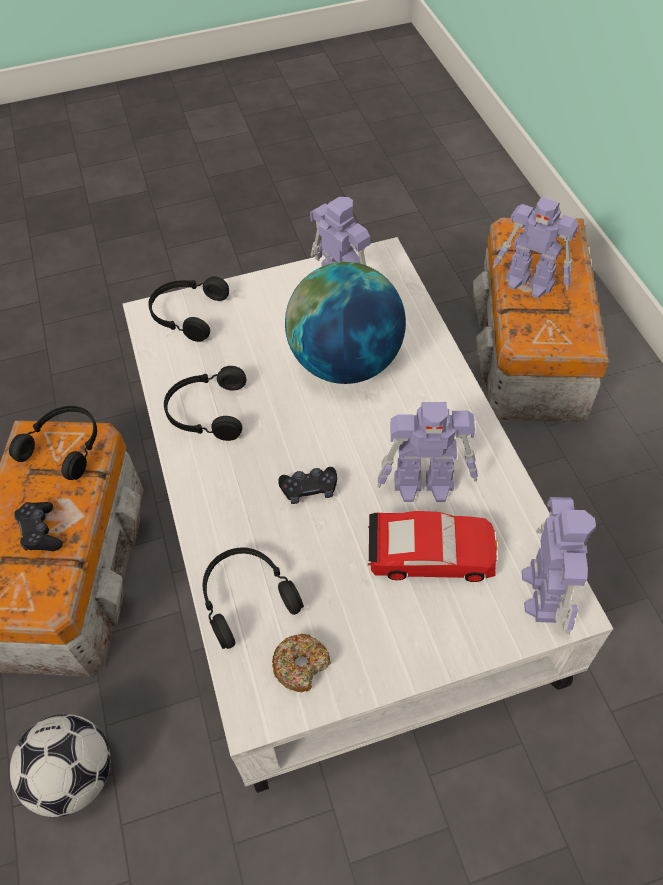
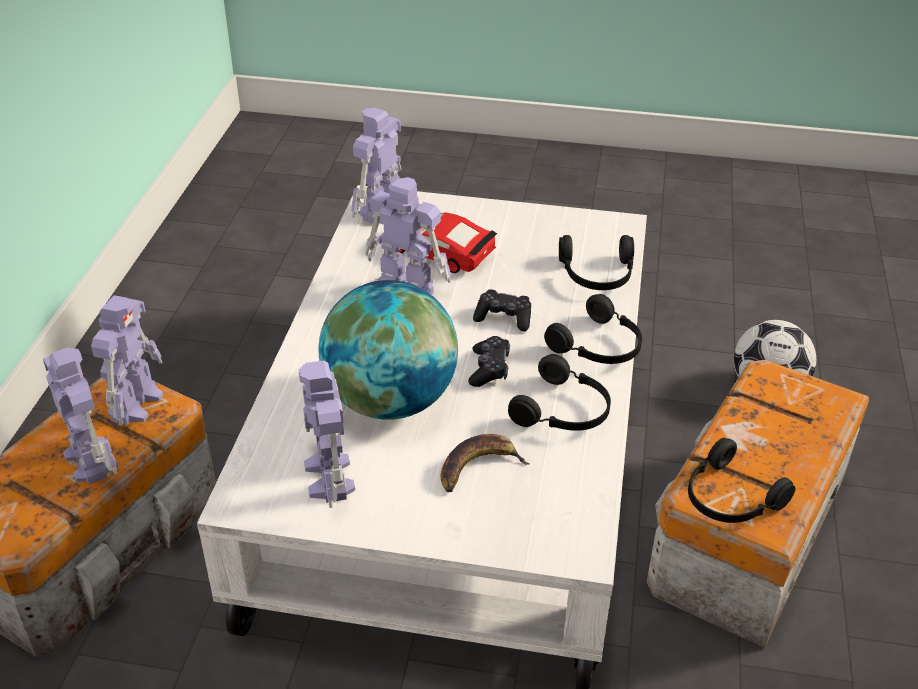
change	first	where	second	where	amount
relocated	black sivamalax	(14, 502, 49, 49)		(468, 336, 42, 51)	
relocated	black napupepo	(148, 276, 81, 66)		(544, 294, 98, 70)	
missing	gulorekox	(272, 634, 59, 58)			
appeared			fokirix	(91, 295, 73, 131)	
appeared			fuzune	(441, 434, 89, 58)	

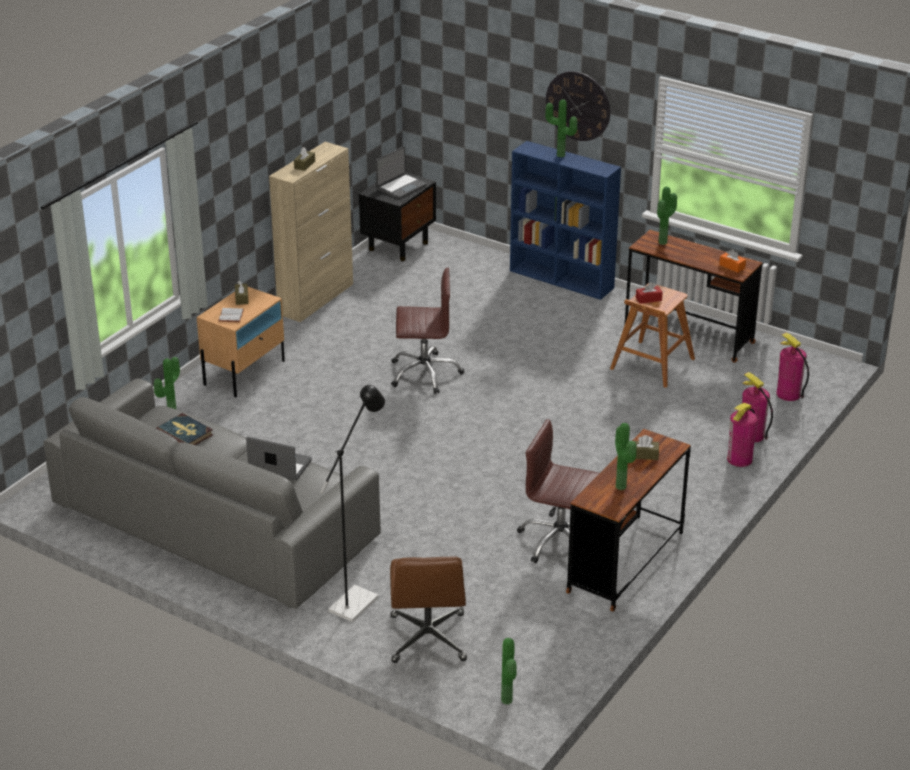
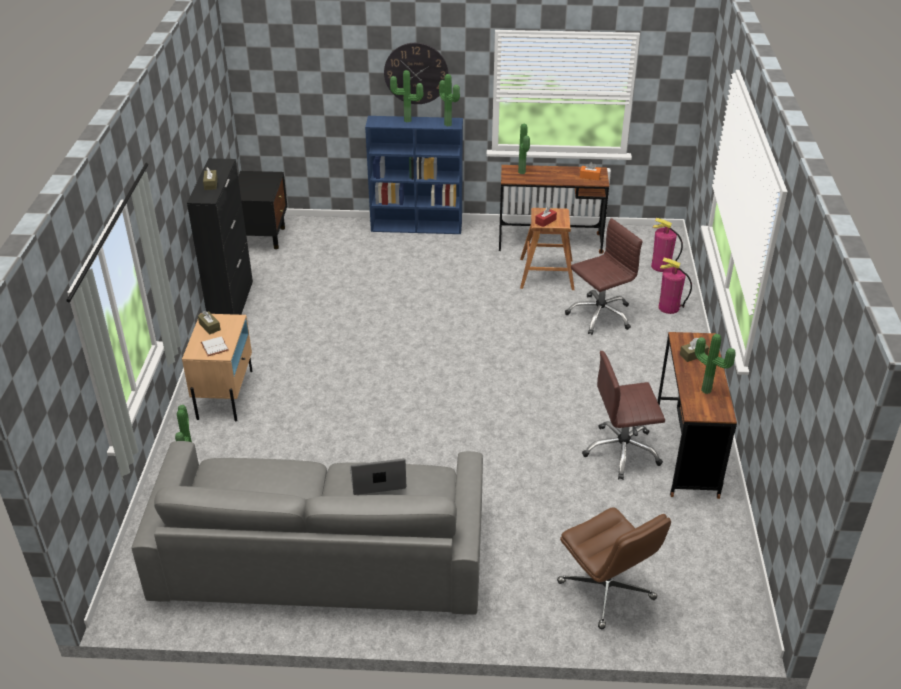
change	first	where	second	where	amount
missing	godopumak	(156, 413, 57, 32)			
colour	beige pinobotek	(269, 142, 84, 180)	black pinobotek	(187, 158, 66, 157)	
missing	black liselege	(320, 385, 65, 237)			
missing	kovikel	(376, 146, 51, 53)			
relocated	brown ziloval	(391, 268, 73, 126)		(565, 218, 78, 117)	
relocated	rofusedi	(501, 638, 16, 67)		(439, 74, 21, 52)	
missing	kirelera	(727, 403, 31, 64)			

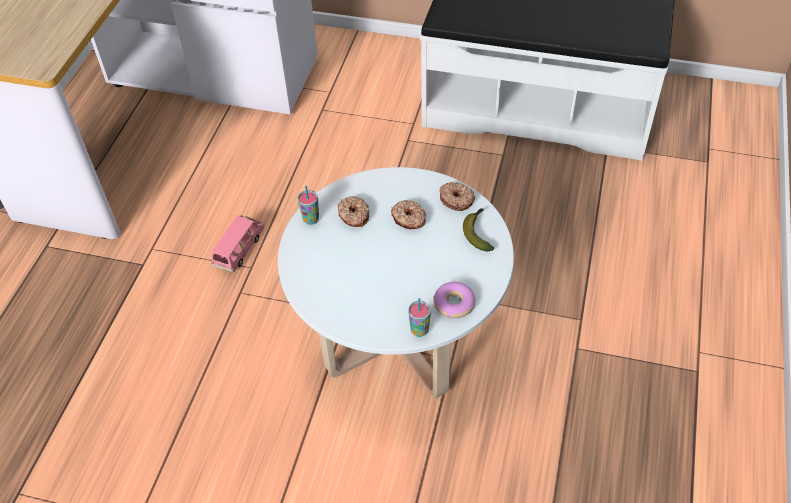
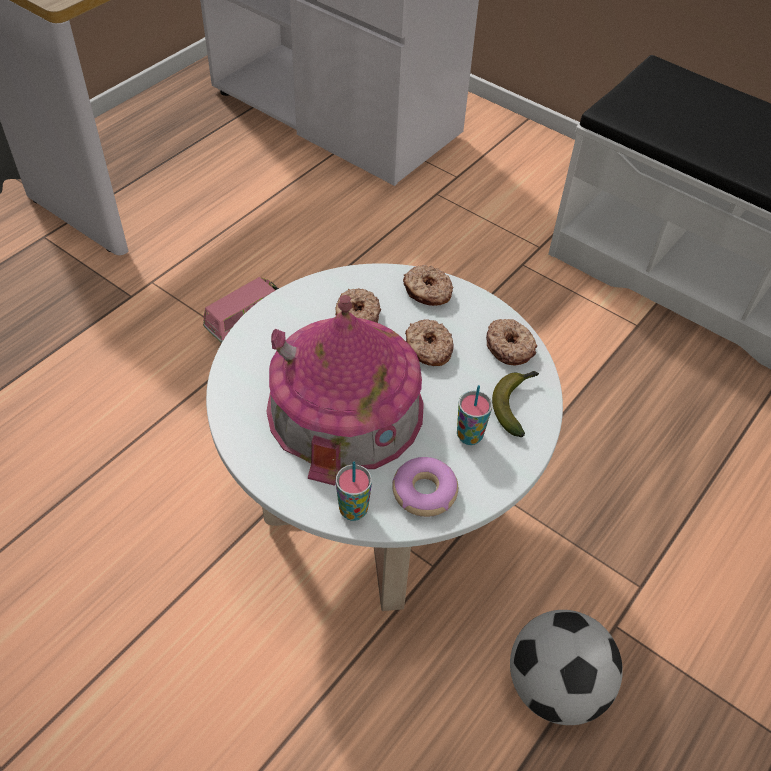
change	first	where	second	where	amount
relocated	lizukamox	(298, 186, 21, 39)		(457, 385, 35, 60)	
appeared			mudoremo	(266, 295, 158, 191)	
appeared			gulorekox	(403, 265, 50, 41)	
appeared			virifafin	(510, 610, 113, 115)	

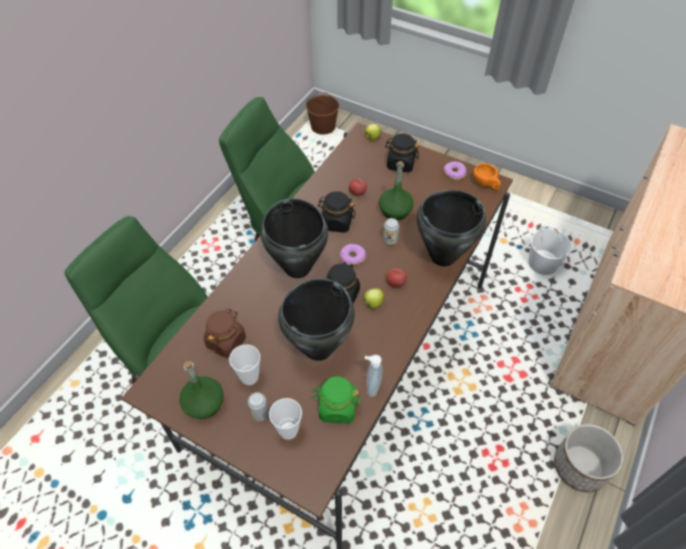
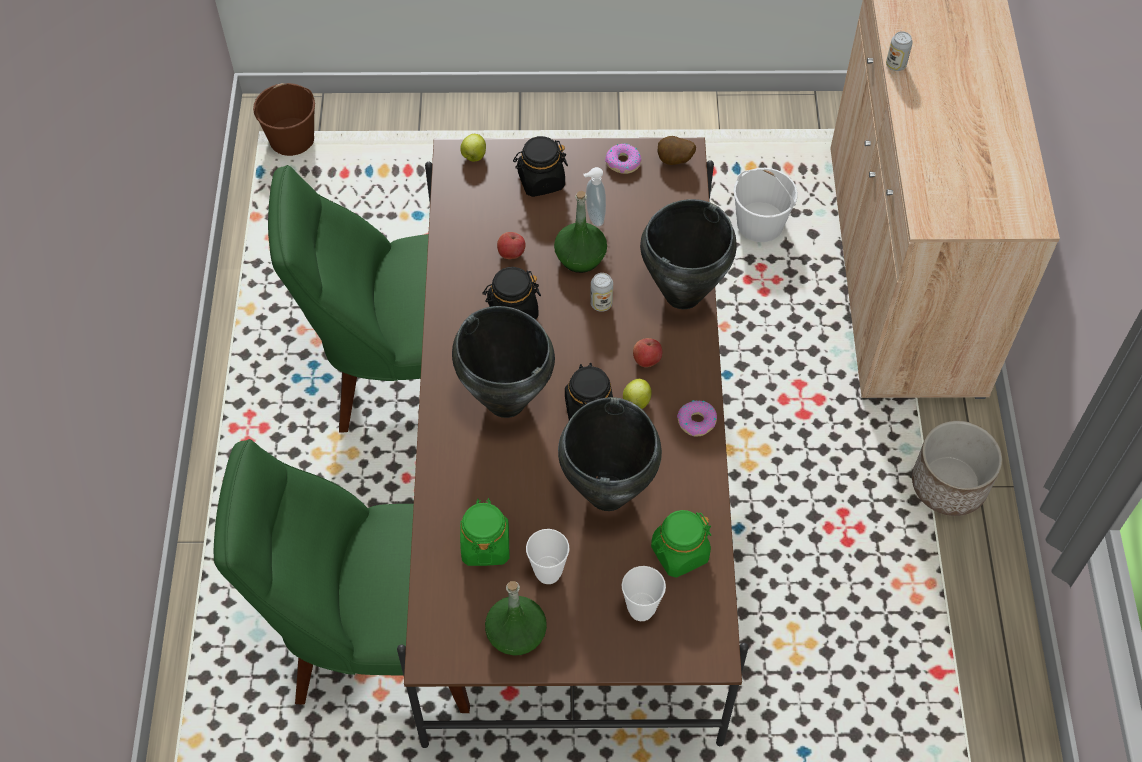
change	first	where	second	where	amount
colour	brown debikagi	(204, 309, 42, 49)	green debikagi	(460, 498, 50, 68)	
relocated	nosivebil	(248, 392, 21, 29)		(886, 31, 27, 40)	
relocated	gulorekox	(340, 244, 26, 21)		(677, 400, 40, 37)	
relocated	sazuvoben	(365, 355, 18, 42)		(584, 167, 22, 59)	
exchanged	orange lizukamox	(473, 163, 28, 27)	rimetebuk	(657, 136, 39, 29)	

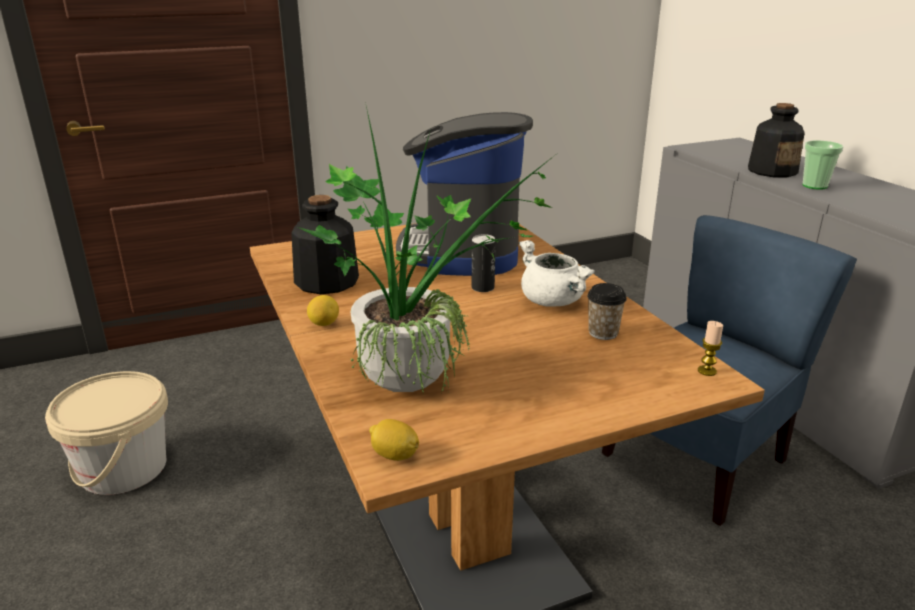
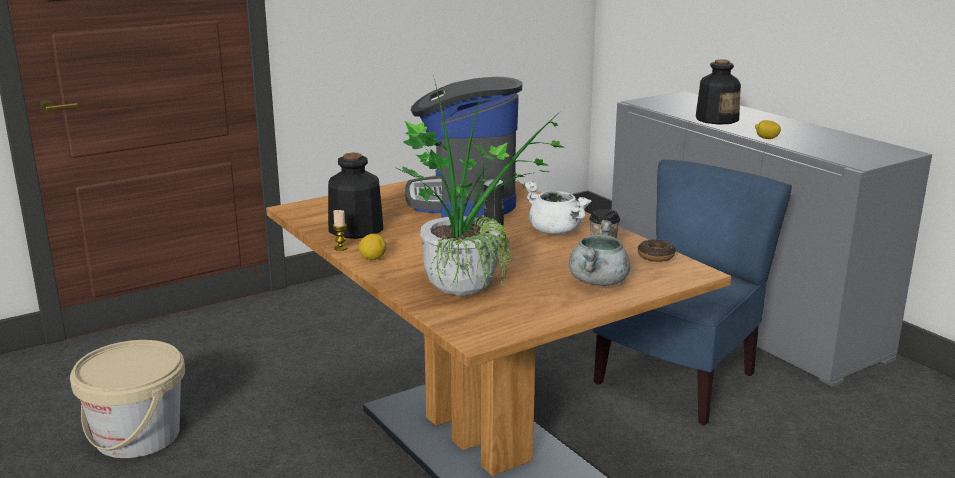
change	first	where	second	where	amount
relocated	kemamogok	(369, 419, 50, 42)		(755, 120, 26, 19)	
relocated	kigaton	(698, 321, 25, 55)		(333, 210, 15, 41)	
missing	lizukamox	(802, 140, 41, 50)			
appeared			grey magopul	(569, 220, 61, 66)	
appeared			gulorekox	(638, 239, 38, 23)	

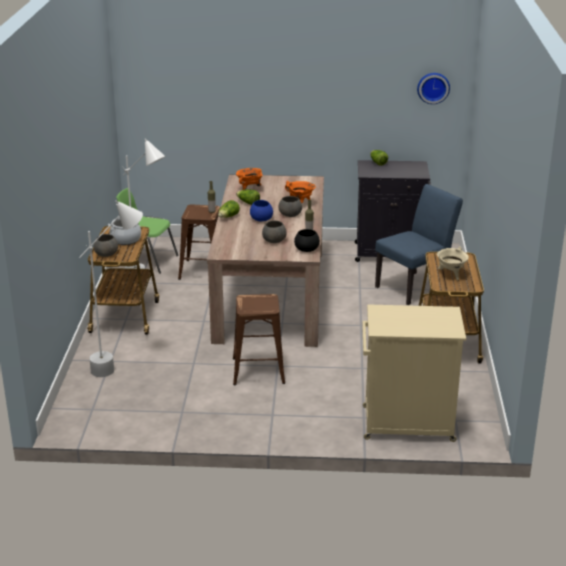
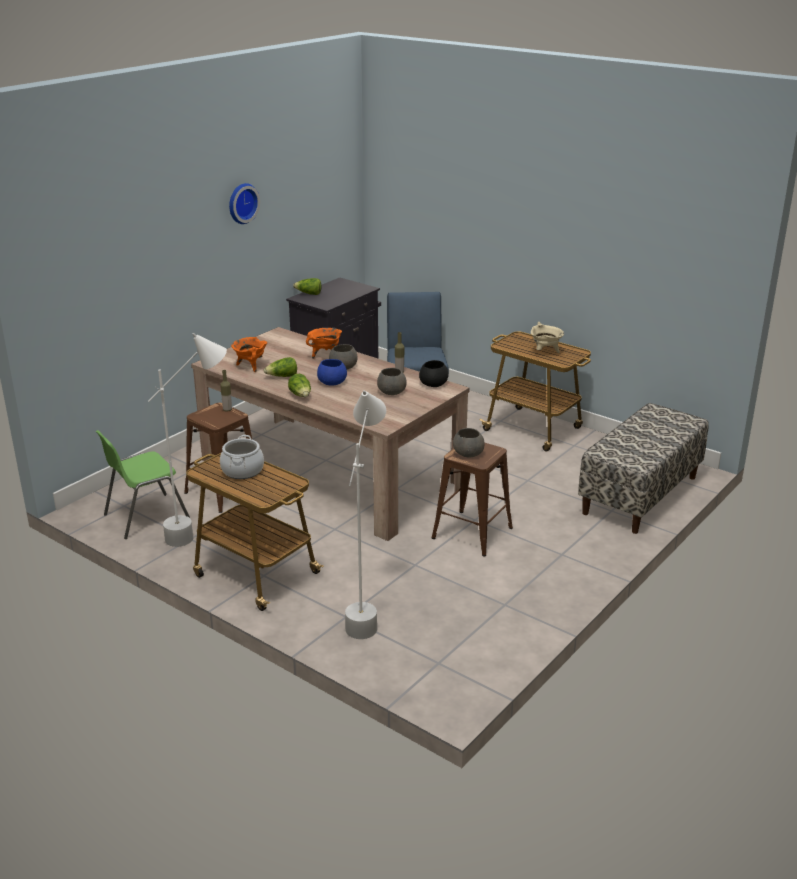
change	first	where	second	where	amount
relocated	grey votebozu	(94, 234, 24, 23)		(453, 428, 32, 30)	
exchanged	beige pinobotek	(362, 304, 104, 138)	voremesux	(578, 403, 131, 131)	
relocated	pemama	(417, 73, 33, 31)		(229, 183, 31, 41)	

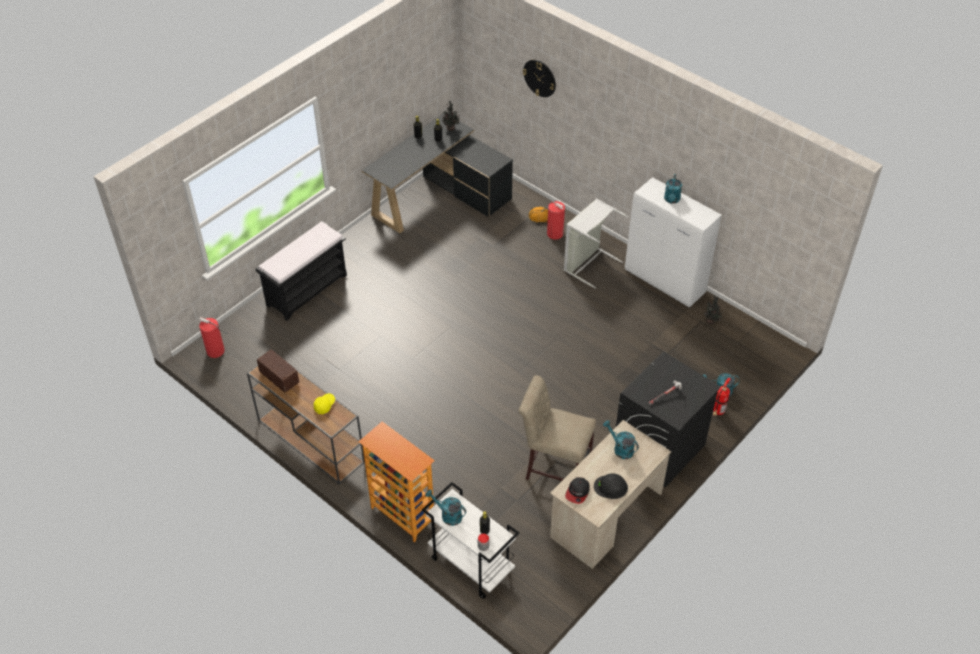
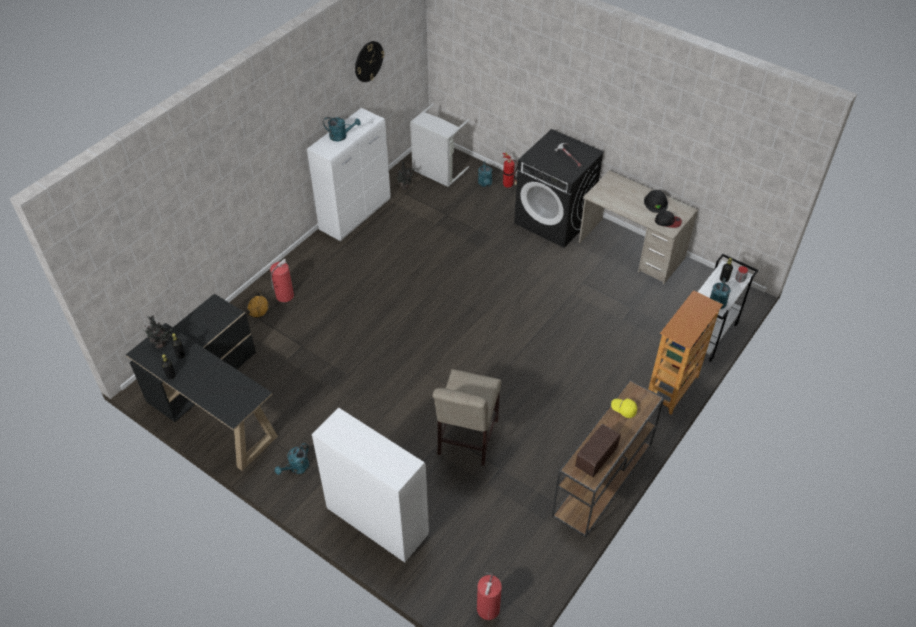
change	first	where	second	where	amount
exchanged	black voremesux	(256, 221, 91, 100)	white pinobotek	(312, 408, 117, 154)	
relocated	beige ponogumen	(519, 375, 77, 106)		(433, 369, 68, 97)	
relocated	pemama	(523, 59, 33, 38)		(355, 41, 29, 41)	
relocated	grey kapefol	(564, 198, 65, 90)		(410, 104, 60, 83)	
relocated	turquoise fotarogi	(603, 420, 36, 39)		(275, 443, 34, 32)	

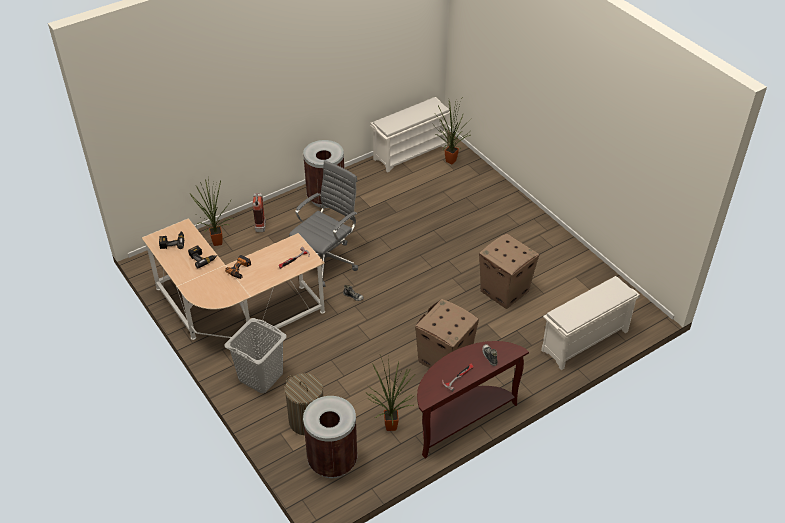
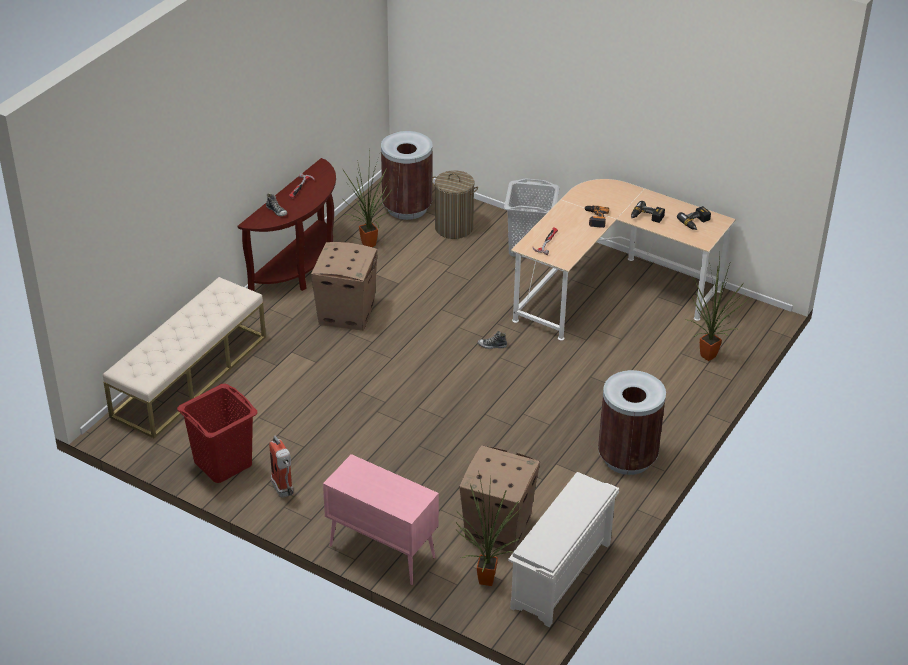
change	first	where	second	where	amount
relocated	kirelera	(253, 193, 13, 39)		(269, 435, 25, 63)	
missing	grey ziloval	(289, 161, 69, 126)			
relocated	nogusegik	(479, 233, 61, 76)		(459, 445, 81, 108)	
exchanged	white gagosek	(541, 276, 99, 94)	beige voremesux	(103, 277, 163, 161)	
appeared			red kapefol	(177, 384, 81, 99)	
appeared			pink pinobotek	(323, 454, 116, 131)	

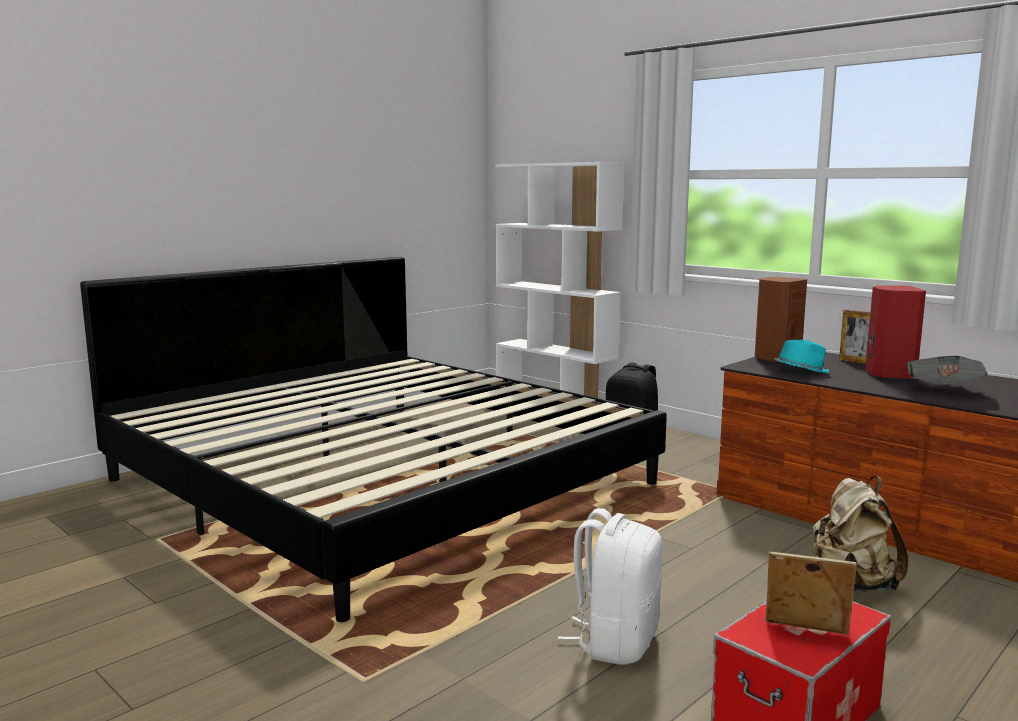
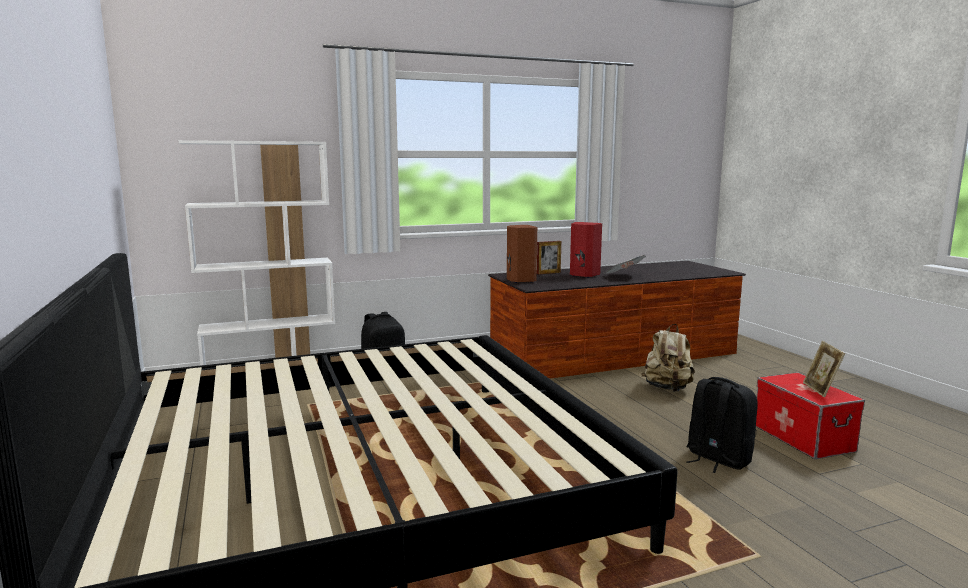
change	first	where	second	where	amount
colour	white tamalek	(558, 508, 104, 157)	black tamalek	(686, 377, 72, 96)	
spun	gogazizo	(766, 552, 91, 83)		(803, 341, 42, 56)	45 degrees counterclockwise
missing	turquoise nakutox	(773, 340, 56, 33)			

